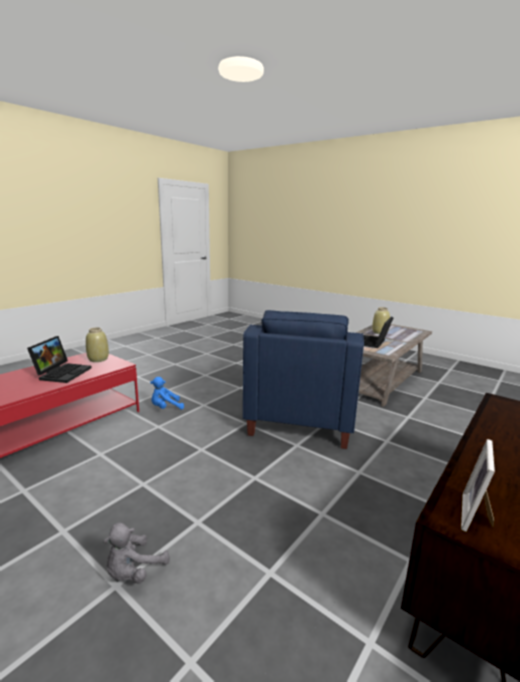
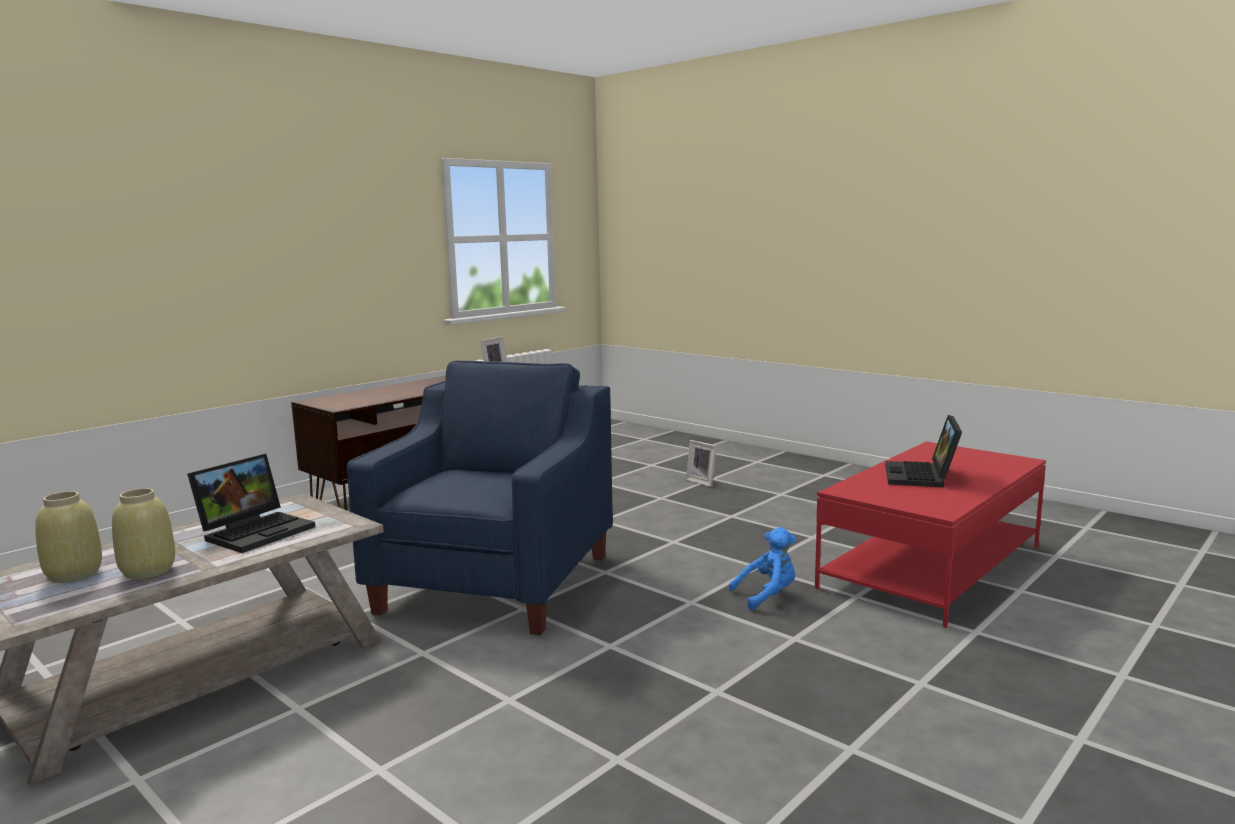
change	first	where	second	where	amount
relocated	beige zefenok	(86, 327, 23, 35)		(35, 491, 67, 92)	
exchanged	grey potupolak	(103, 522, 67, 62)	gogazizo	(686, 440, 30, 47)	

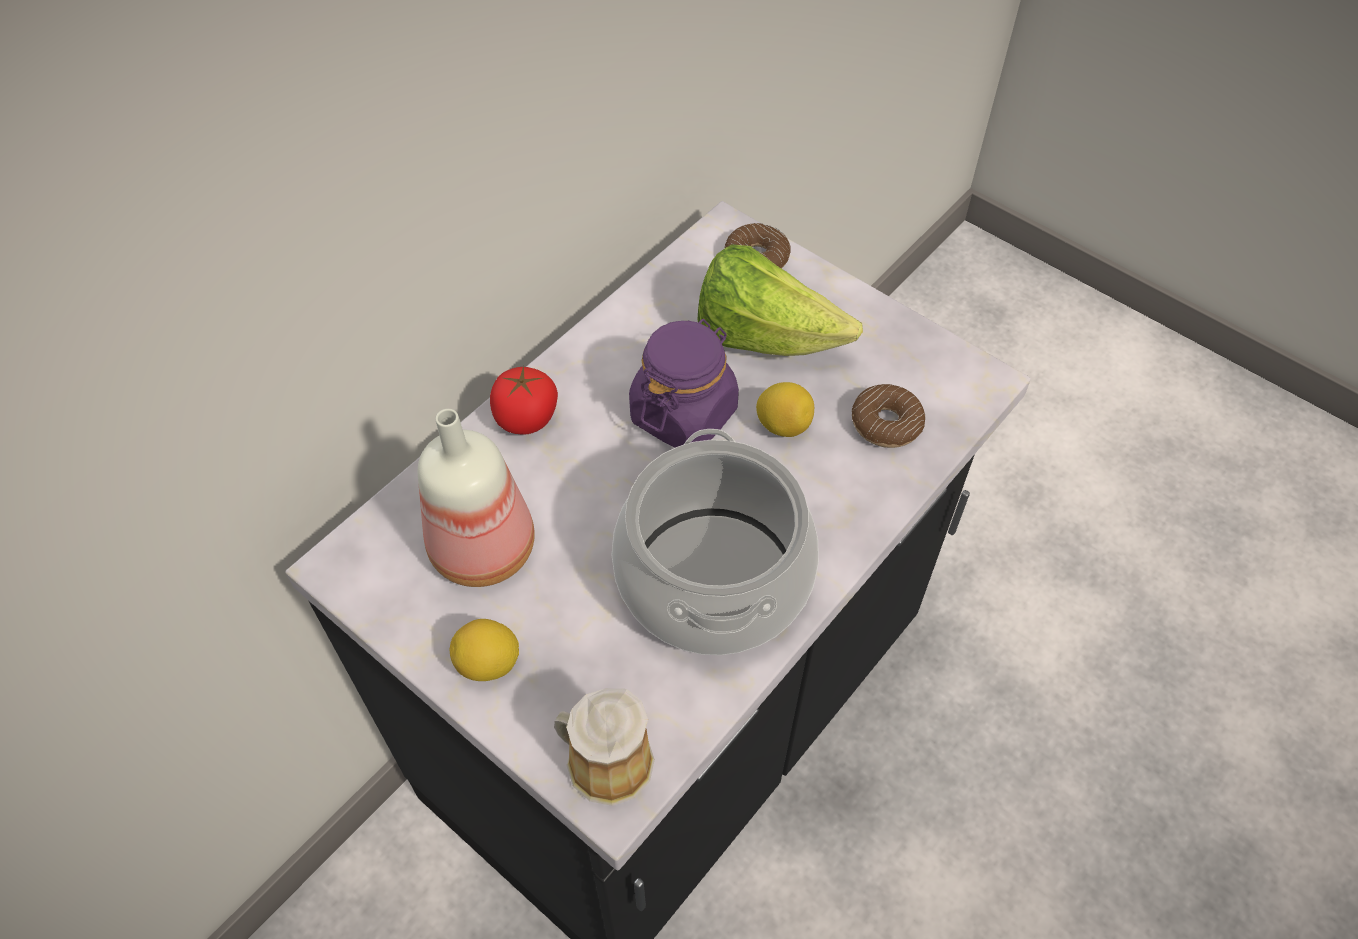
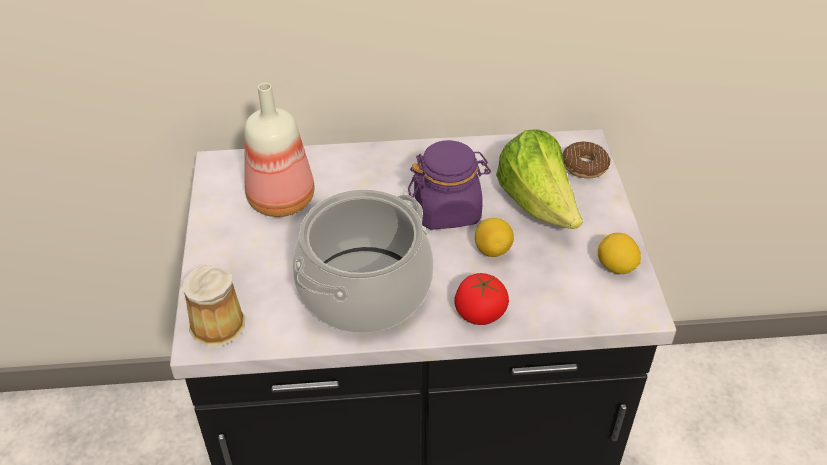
change	first	where	second	where	amount
relocated	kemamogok	(450, 619, 69, 62)		(598, 233, 43, 41)	
relocated	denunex	(490, 366, 68, 69)		(454, 273, 55, 52)	
missing	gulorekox	(852, 384, 73, 64)			

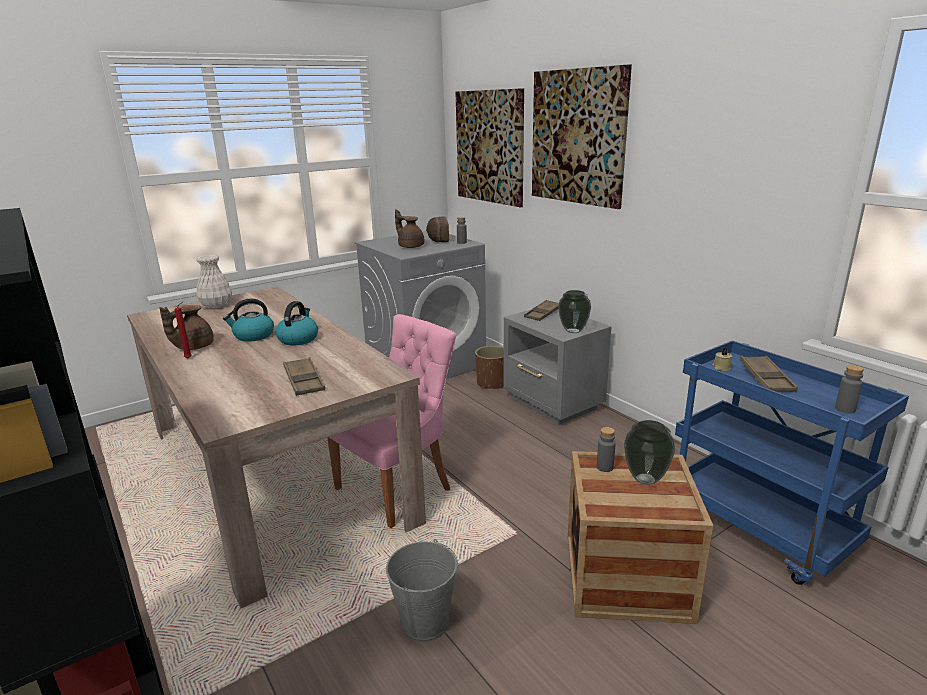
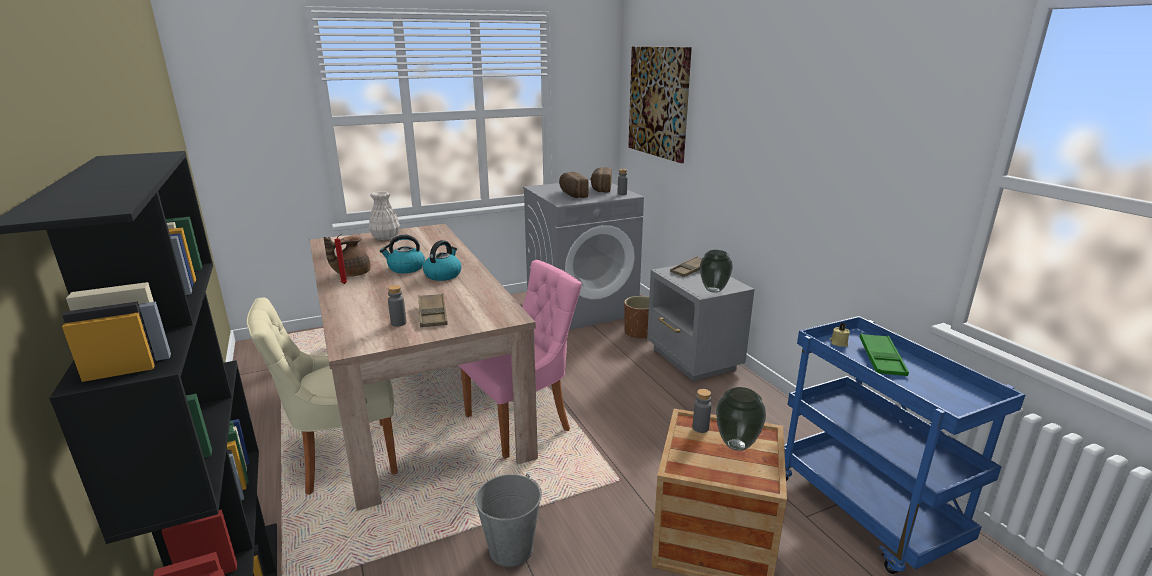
change	first	where	second	where	amount
exchanged	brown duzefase	(395, 209, 30, 39)	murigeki	(559, 172, 30, 26)	
missing	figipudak	(532, 64, 100, 145)			
colour	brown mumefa	(740, 356, 58, 36)	green mumefa	(860, 333, 49, 43)	
relocated	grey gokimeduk	(835, 365, 29, 49)		(388, 285, 19, 42)	
appeared			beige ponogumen	(247, 298, 151, 197)	

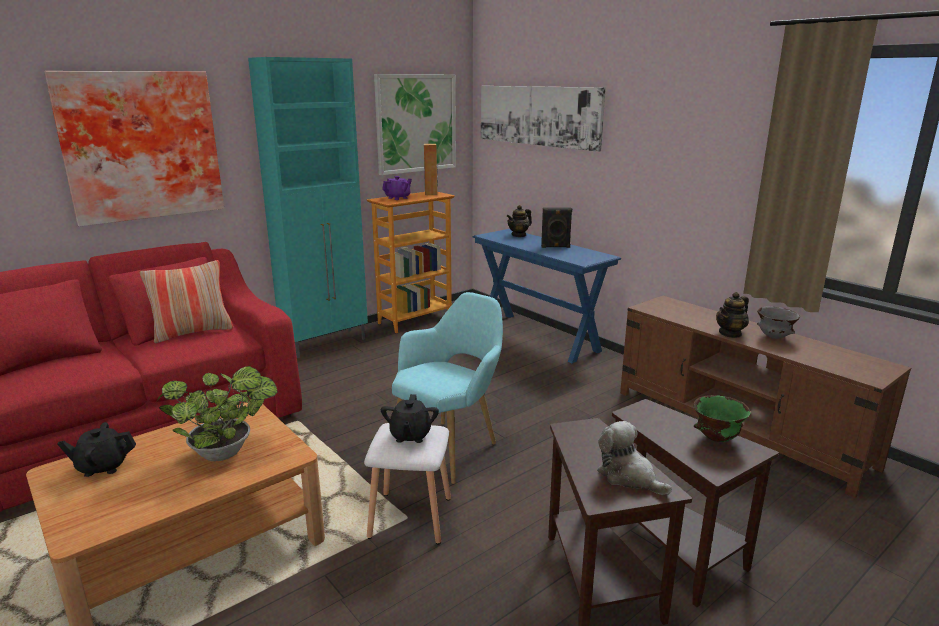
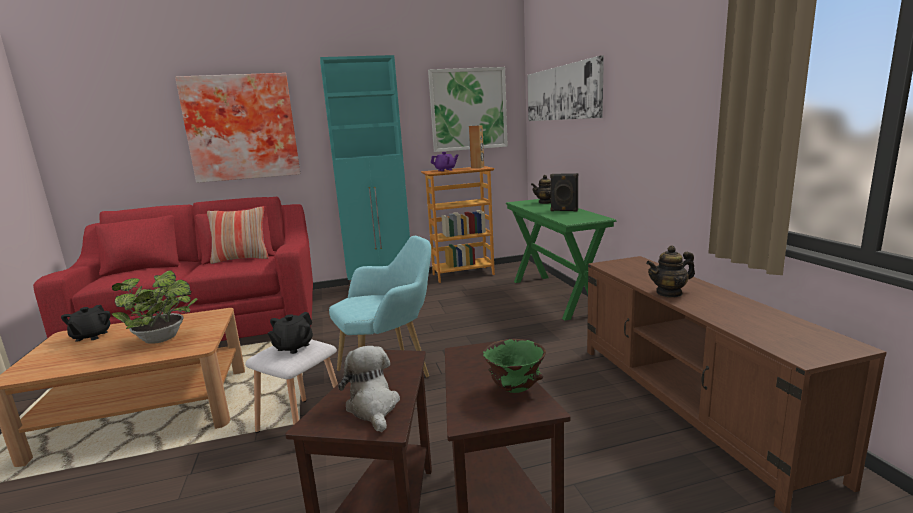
change	first	where	second	where	amount
spun	black duzefase	(58, 422, 78, 55)		(61, 305, 49, 37)	105 degrees counterclockwise
colour	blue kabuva	(473, 229, 148, 134)	green kabuva	(506, 199, 110, 122)	
missing	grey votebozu	(757, 307, 43, 32)			

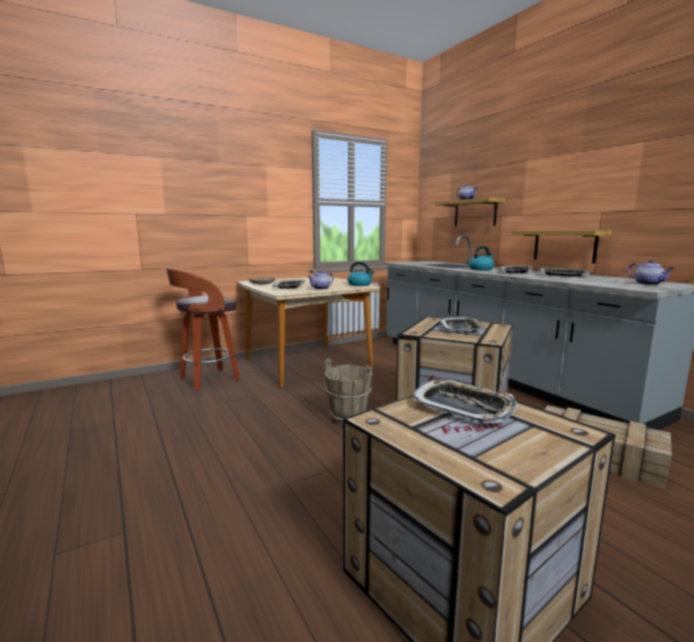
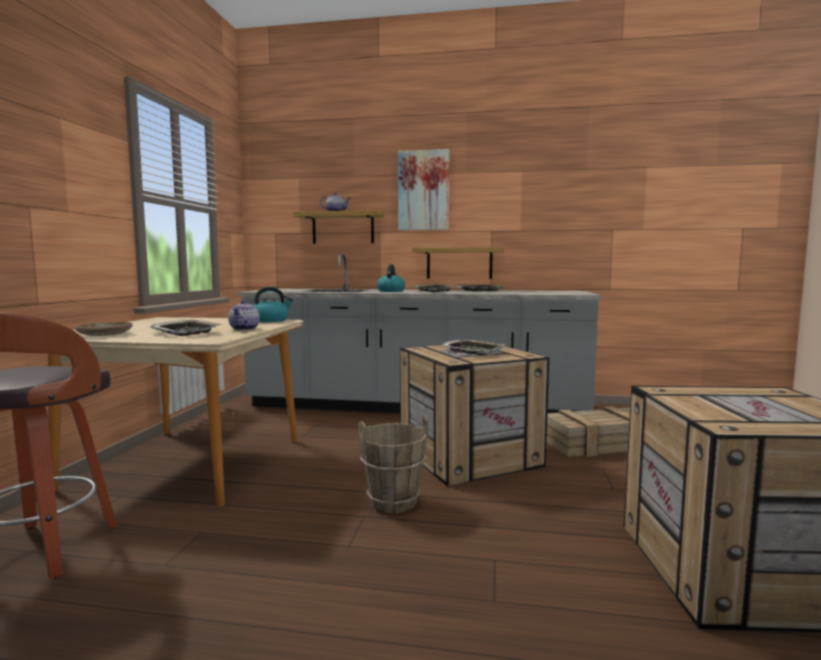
change	first	where	second	where	amount
missing	mumefa	(413, 379, 105, 45)			
missing	duzefase	(628, 260, 46, 25)			
appeared			figipudak	(398, 149, 51, 81)	

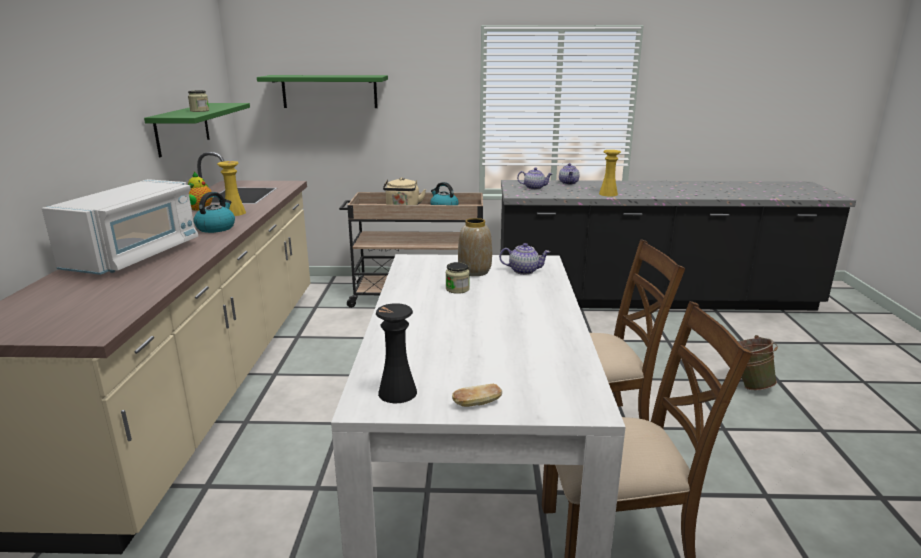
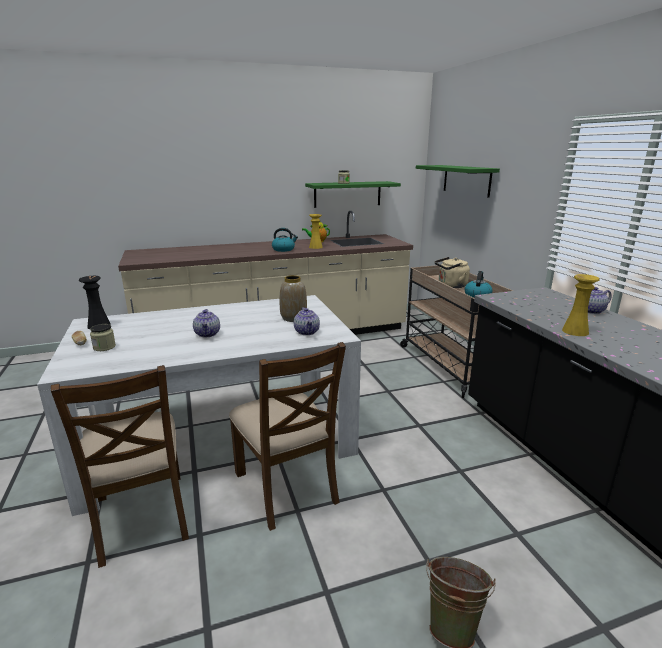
change	first	where	second	where	amount
missing	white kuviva	(42, 179, 156, 96)			
relocated	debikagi	(446, 262, 24, 32)		(90, 324, 26, 27)	
relocated	duzefase	(517, 168, 36, 22)		(193, 309, 27, 28)	

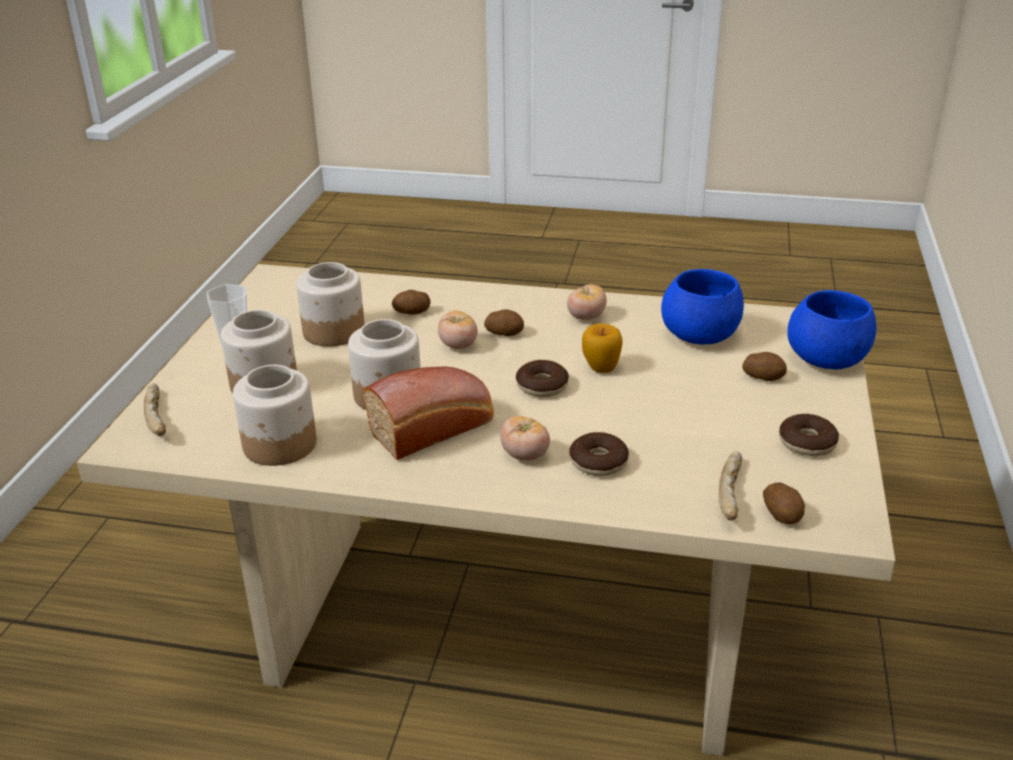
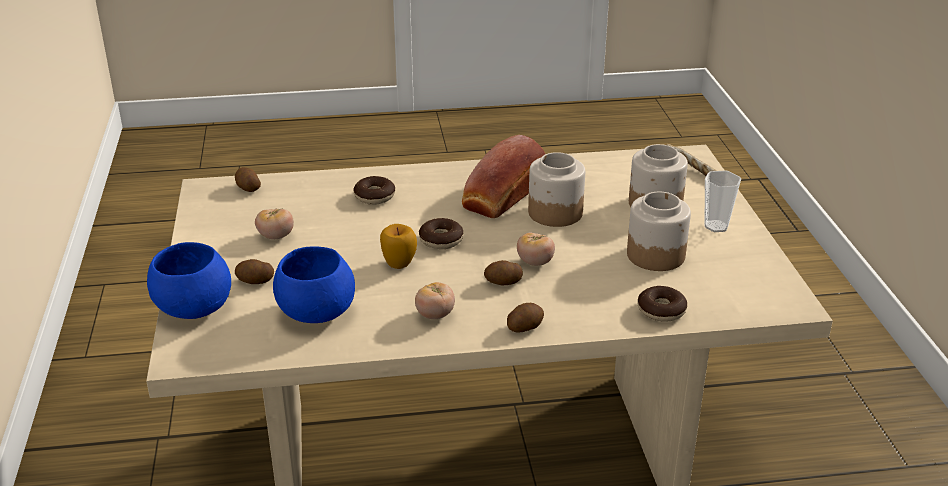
change	first	where	second	where	amount
missing	debikagi	(233, 365, 83, 101)			
relocated	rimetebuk	(392, 290, 39, 25)		(507, 303, 37, 30)	
relocated	denunex	(500, 416, 50, 45)		(255, 208, 39, 31)	
missing	murigeki	(718, 451, 24, 70)			
relocated	gulorekox	(779, 414, 60, 42)		(637, 286, 50, 36)	

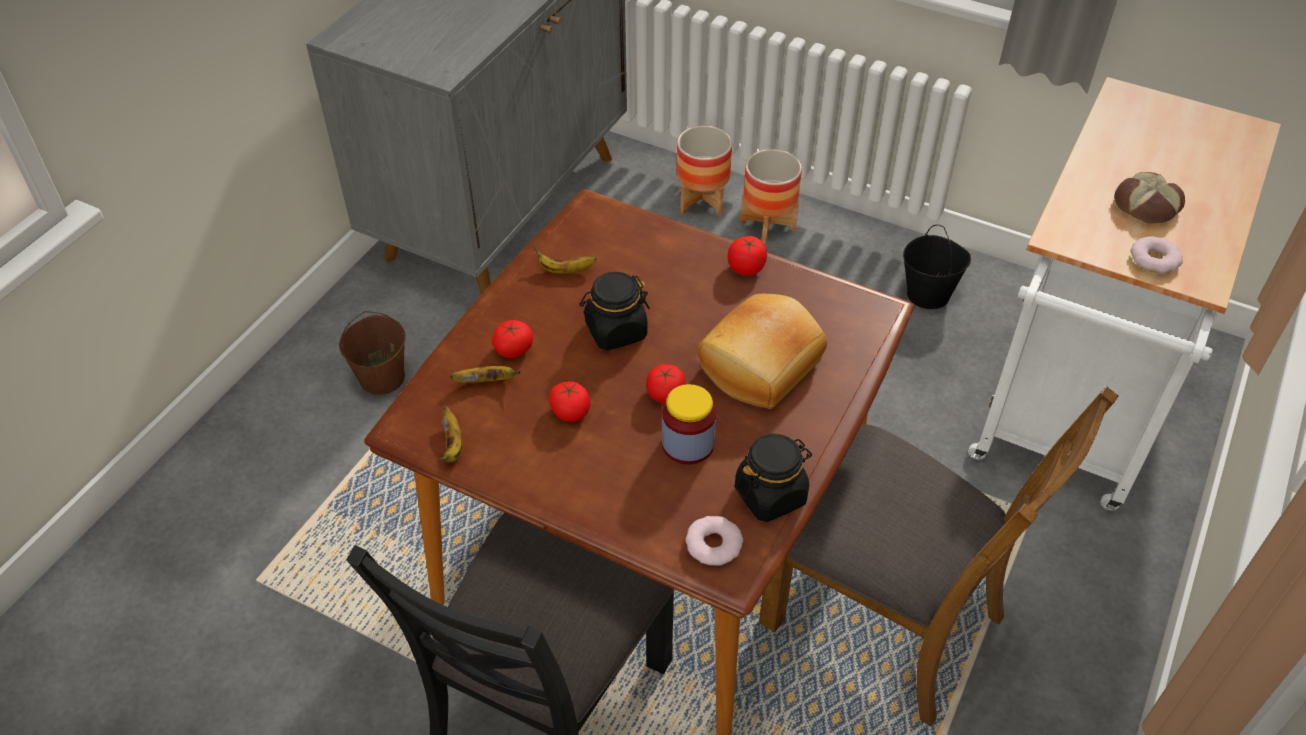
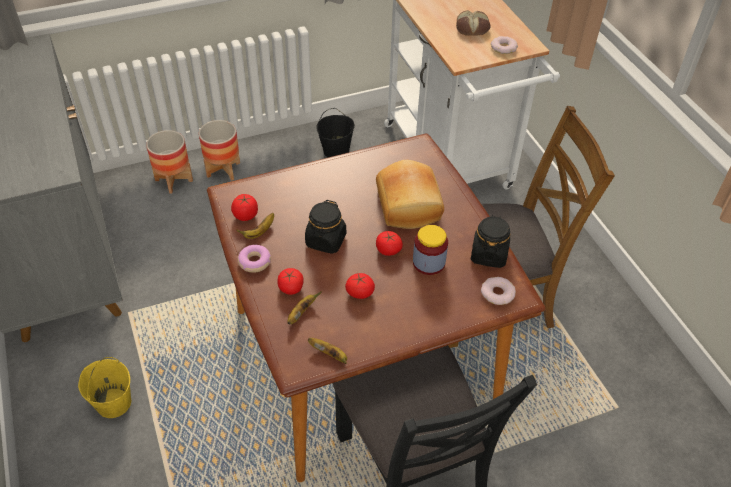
change	first	where	second	where	amount
colour	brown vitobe	(339, 311, 67, 84)	yellow vitobe	(78, 357, 53, 61)	
relocated	denunex	(727, 236, 40, 40)		(231, 194, 27, 27)	
appeared			gulorekox	(238, 245, 33, 28)	

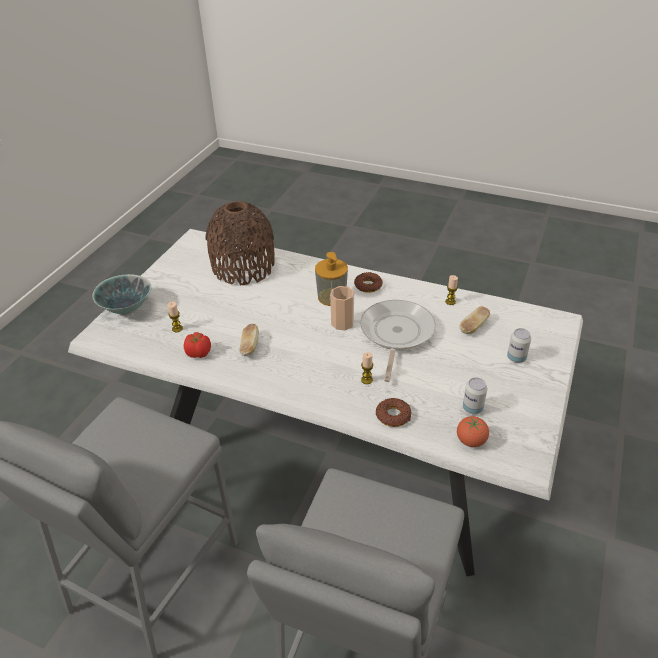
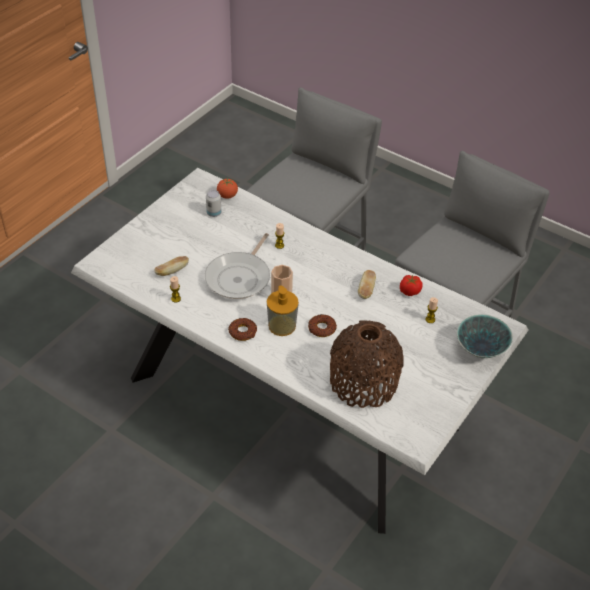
change	first	where	second	where	amount
relocated	gulorekox	(376, 398, 35, 29)		(308, 314, 29, 23)	
missing	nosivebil	(507, 328, 24, 35)			

